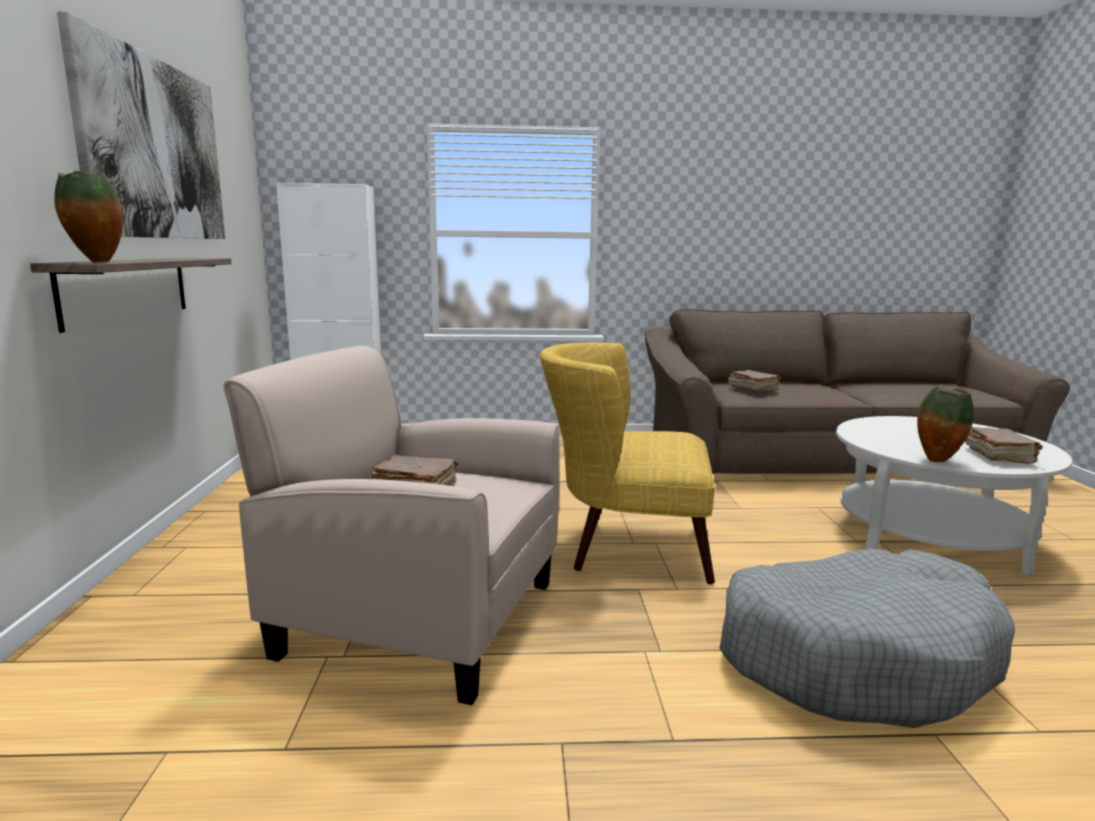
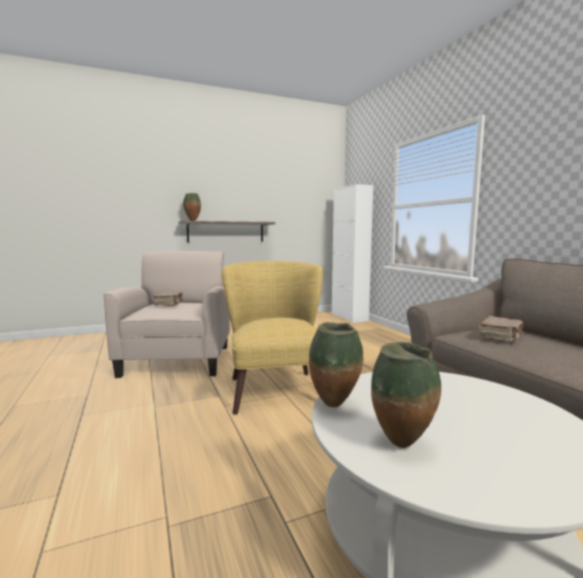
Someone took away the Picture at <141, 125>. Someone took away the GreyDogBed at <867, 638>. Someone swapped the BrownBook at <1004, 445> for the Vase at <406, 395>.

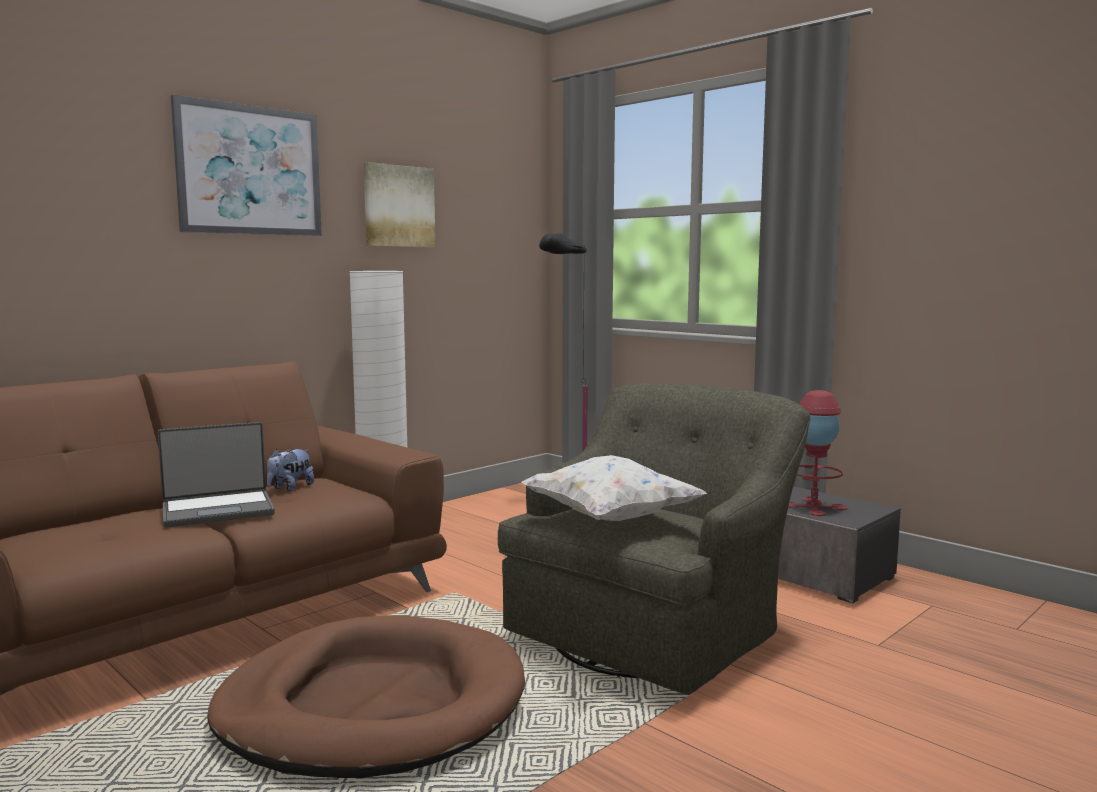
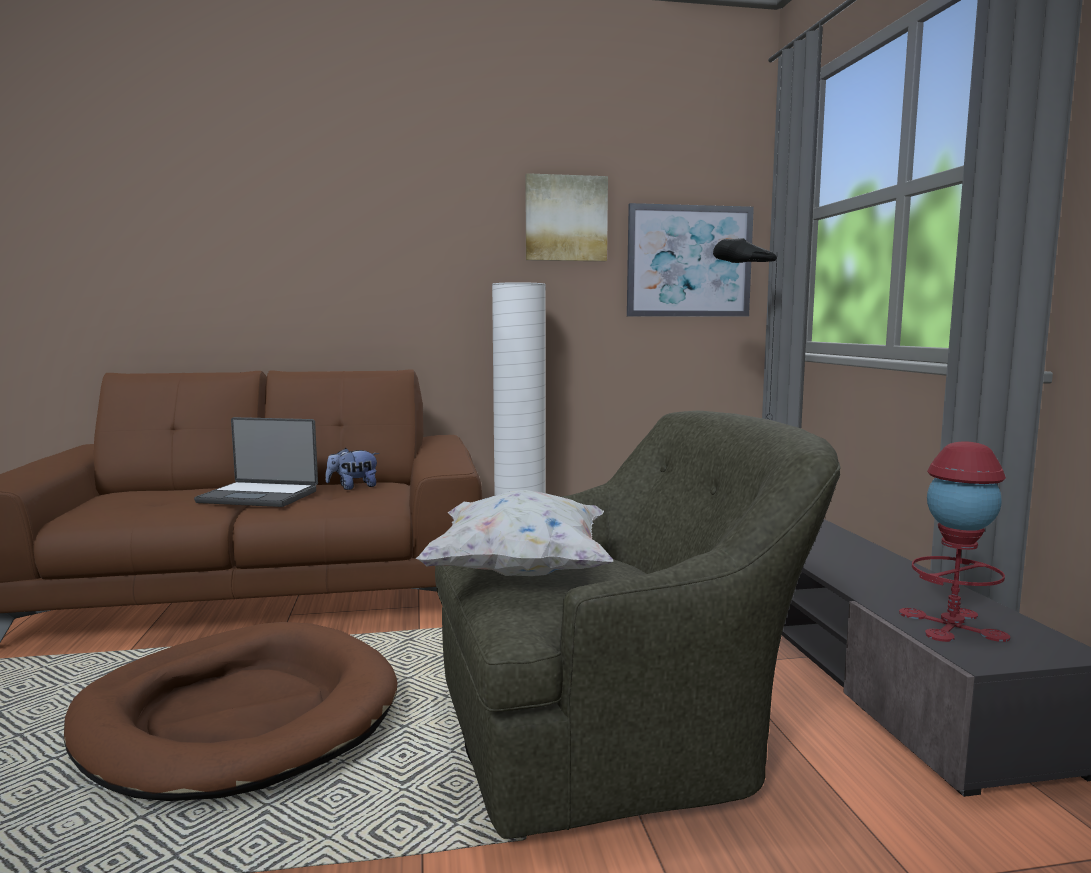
Someone carried the Picture from <246, 165> to <690, 260>.

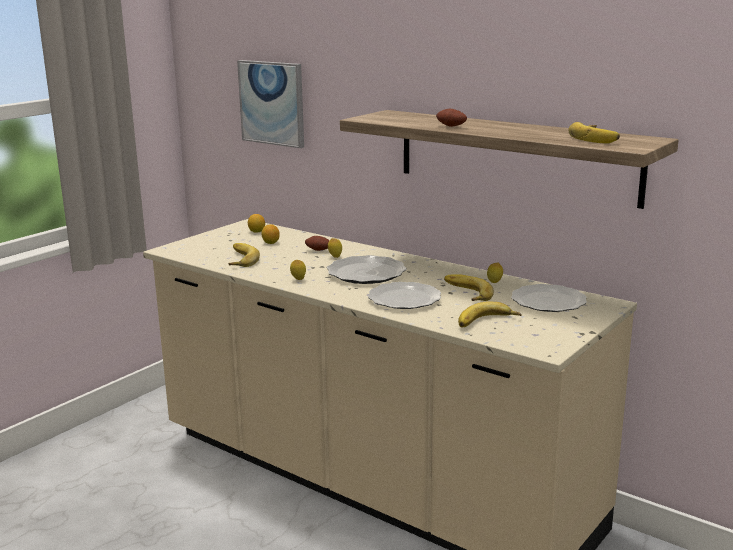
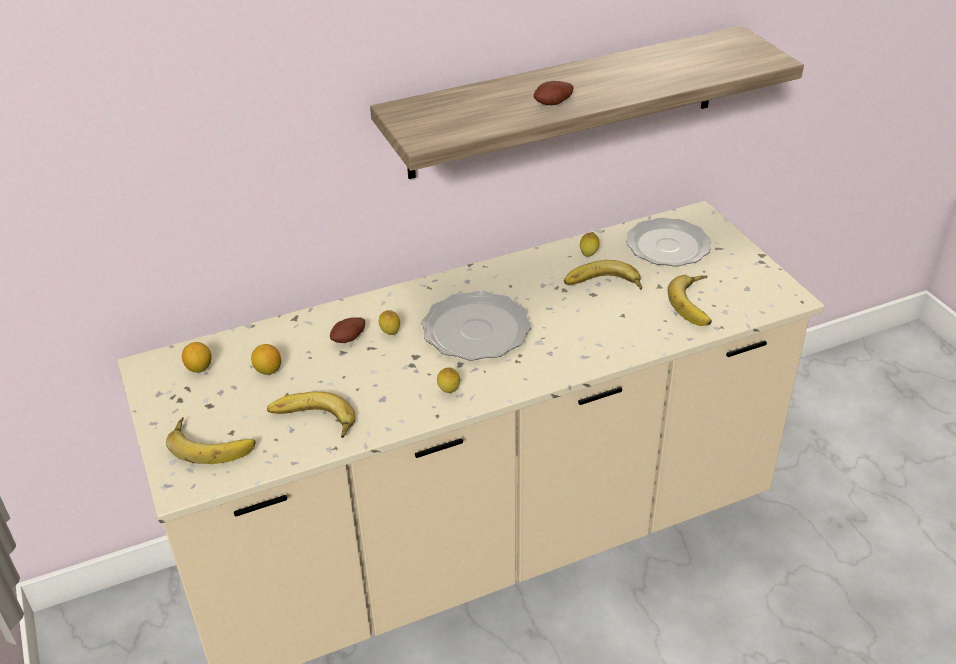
Someone took away the Picture at <270, 104>. Someone took away the Plate at <404, 295>. Someone carried the Banana from <594, 133> to <211, 440>.

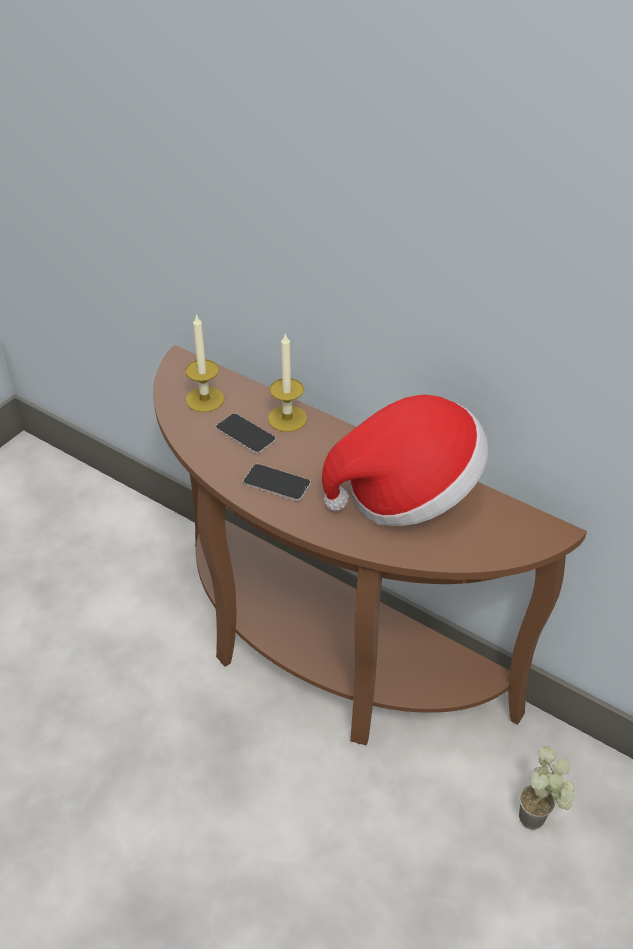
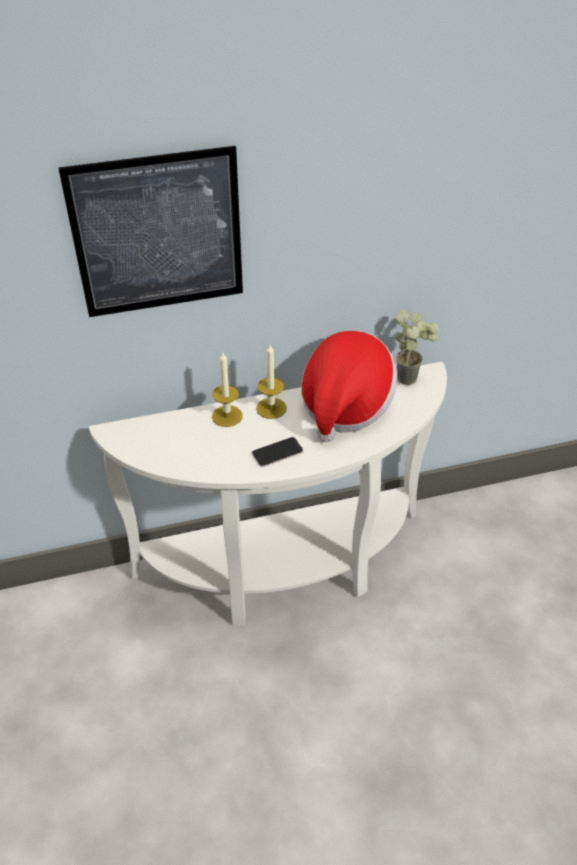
Someone took away the Phone at <246, 433>. Someone put up the Picture at <151, 231>. Someone carried the Candle from <204, 363> to <271, 382>. Someone carried the PottedPlant from <547, 788> to <417, 347>. Someone repainted the BrownConsoleTable at <370, 545>, which became the WhiteConsoleTable at <268, 493>.

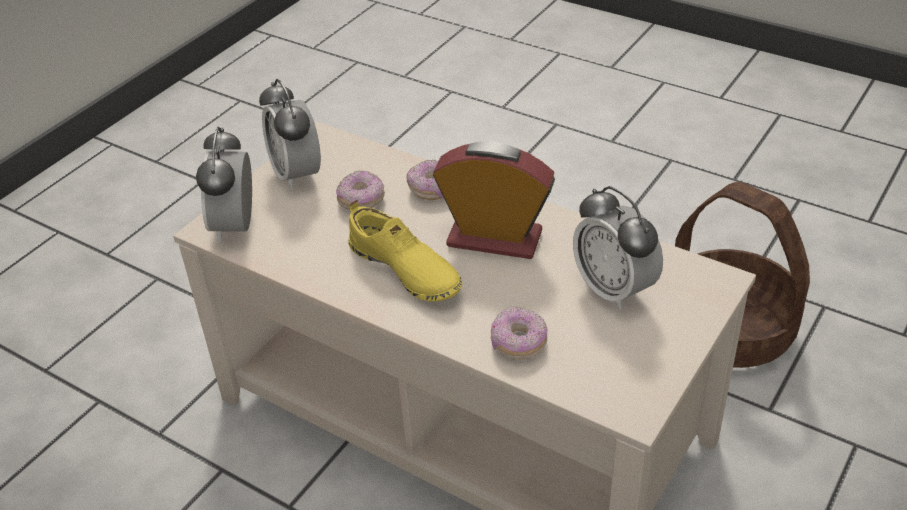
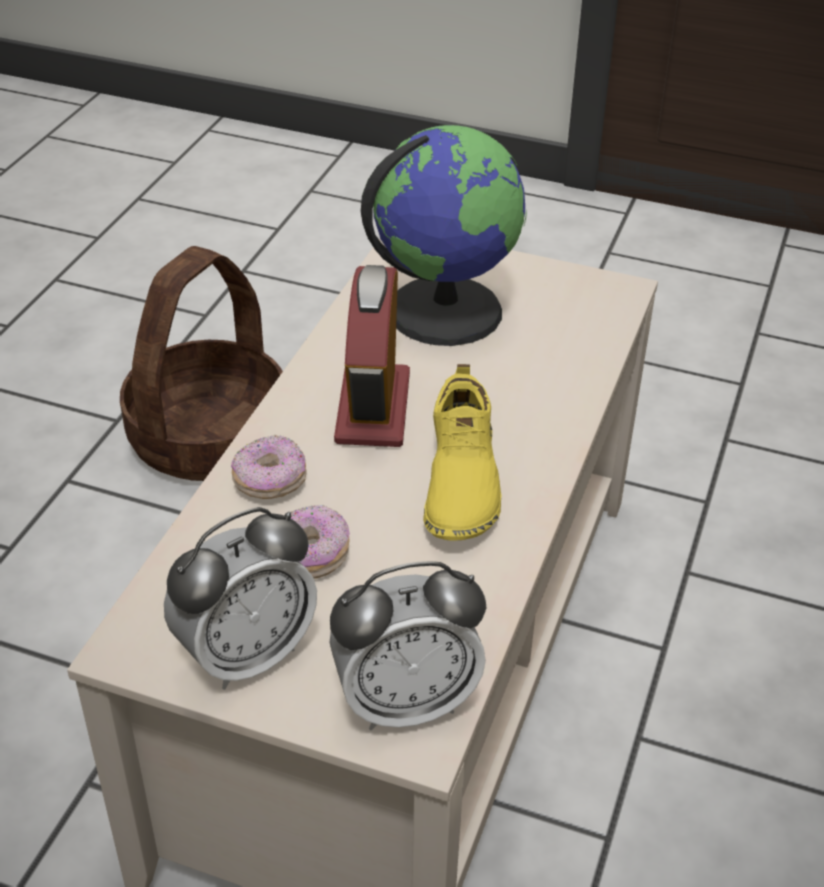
Someone took away the Donut at <519, 333>. Someone swapped the AlarmClock at <618, 248> for the Globe at <444, 235>. Someone rotated the YellowShoe at <405, 250> by 150 degrees clockwise.

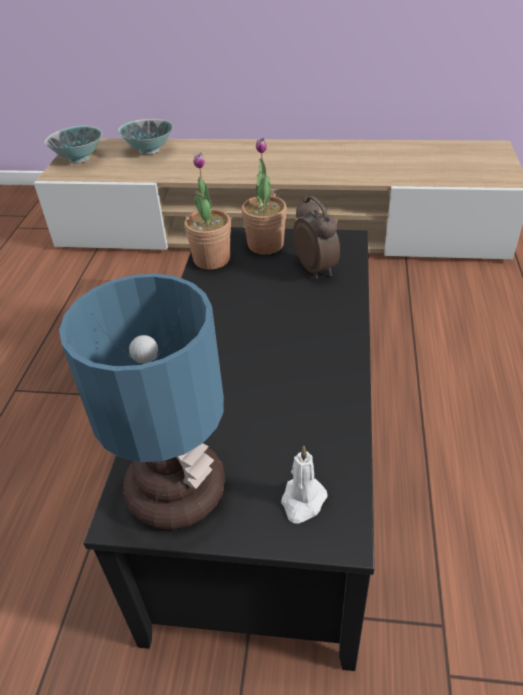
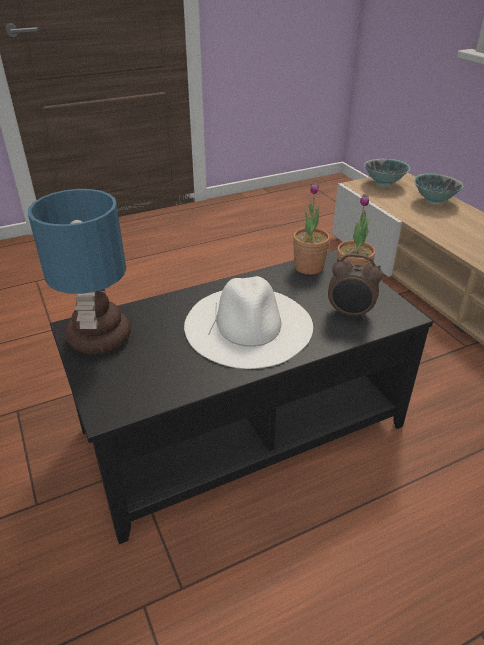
Someone took away the WhiteCandle at <304, 485>. Someone put down the WhiteHat at <248, 322>. Someone rotated the AlarmClock at <316, 237> by 75 degrees clockwise.

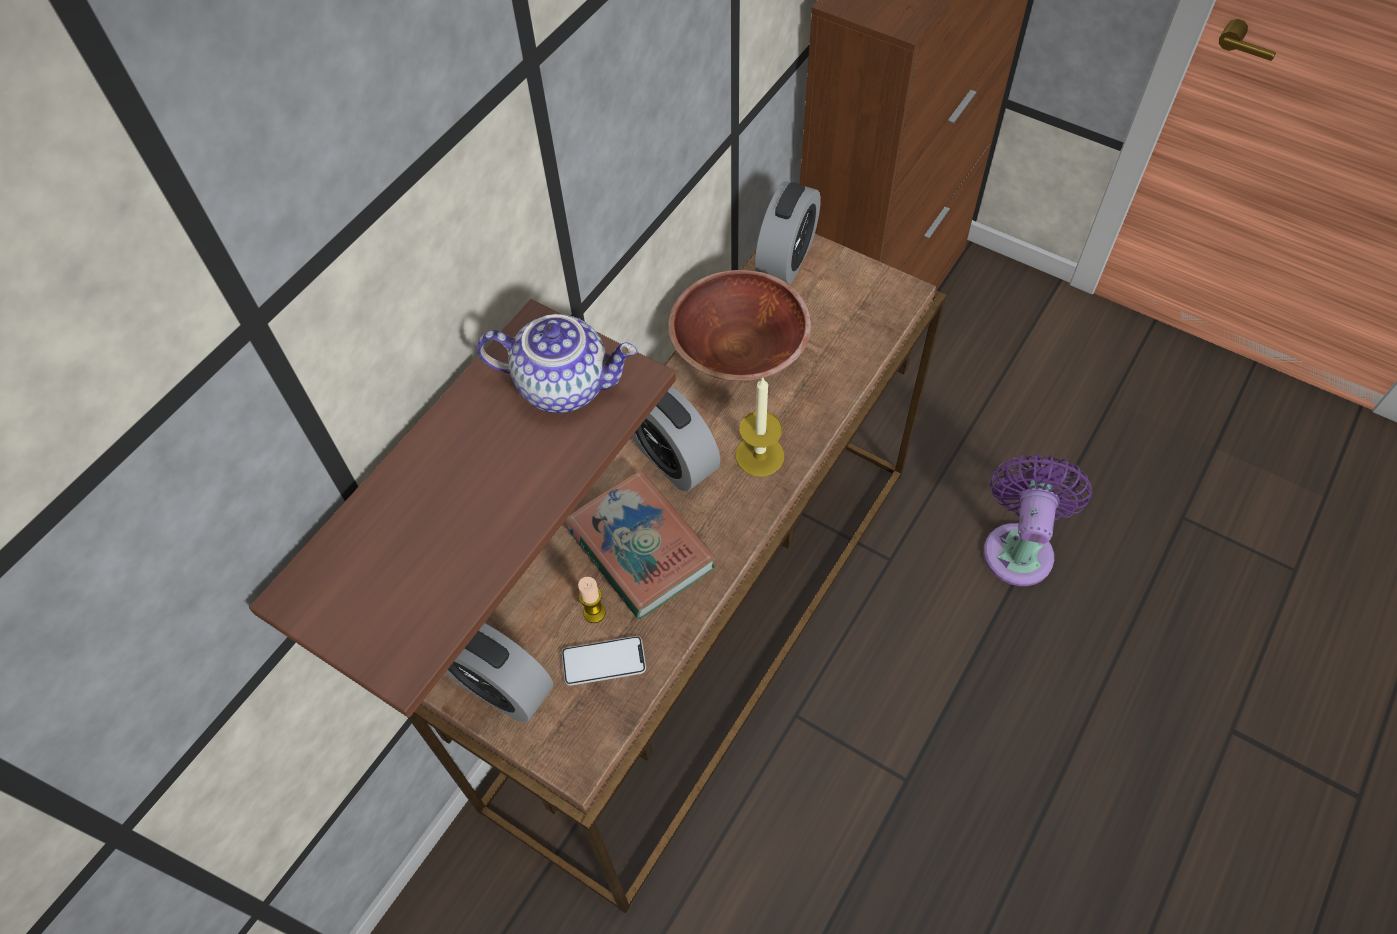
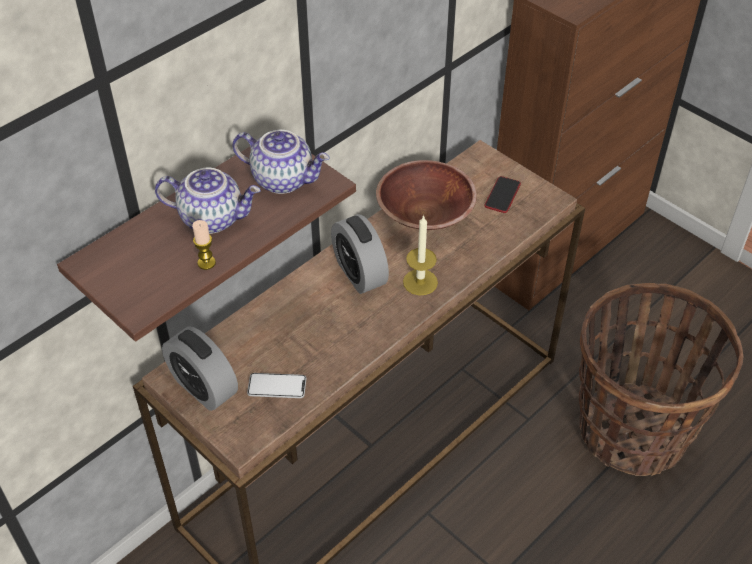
Someone took away the Book at <640, 544>. Someone took away the AlarmClock at <788, 232>. Someone put down the Teapot at <208, 200>. Someone put down the Phone at <502, 194>. Someone carried the Candle from <592, 600> to <204, 245>. Someone swapped the PurpleFan at <1038, 520> for the Basket at <661, 379>.

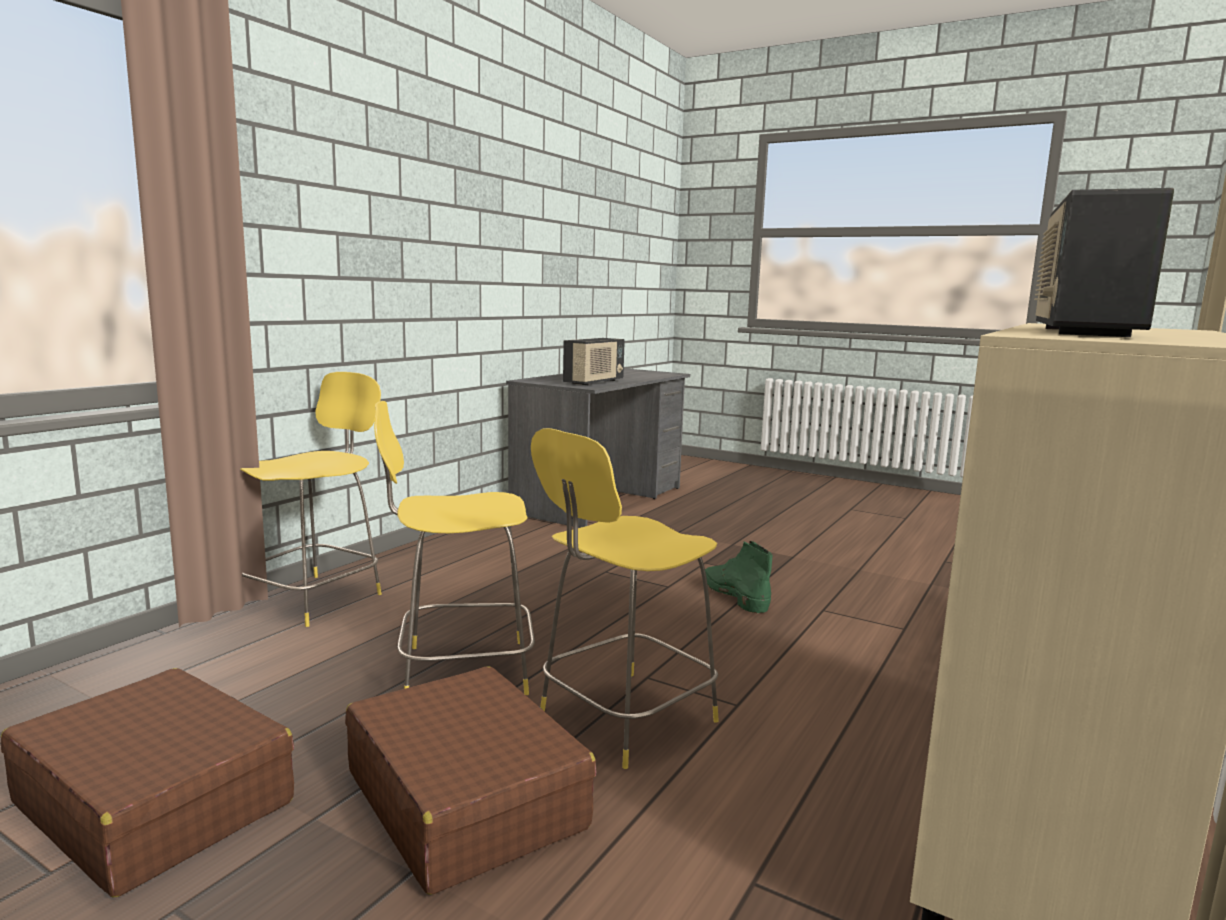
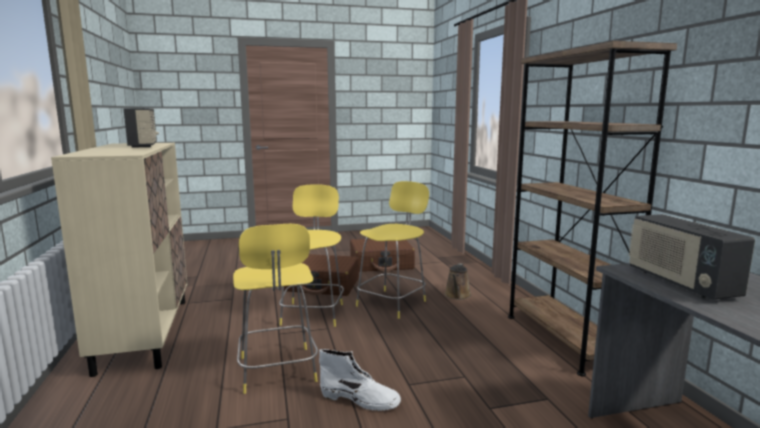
Someone put down the BrownWateringCan at <458, 281>. Someone put down the BrownBookcase at <592, 208>. Someone carried the YellowStool from <311, 499> to <275, 309>. Someone repainted the GreenBoot at <739, 577>, which became the WhiteBoot at <360, 380>.

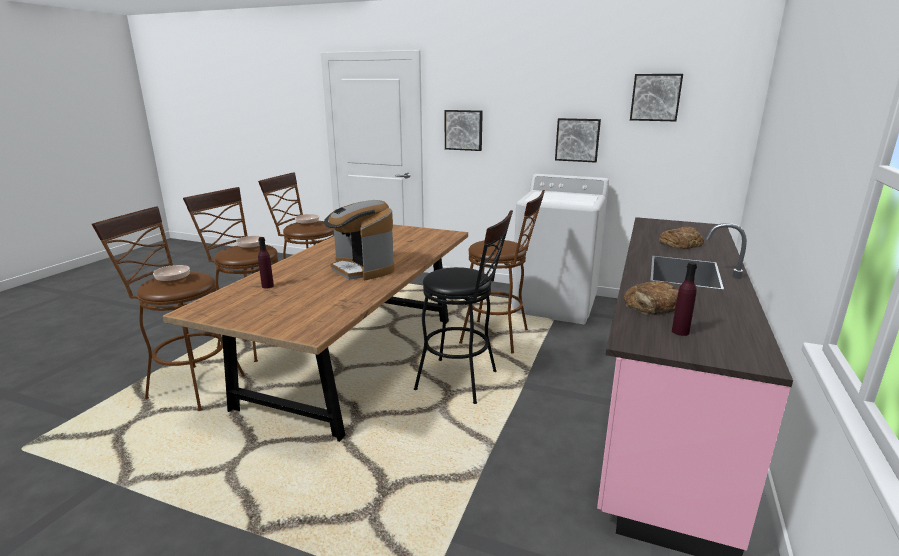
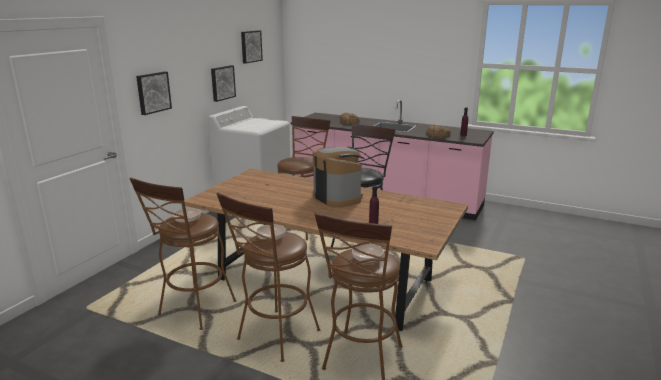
Someone rotated the CoffeeMachine at <359, 240> by 90 degrees counterclockwise.

